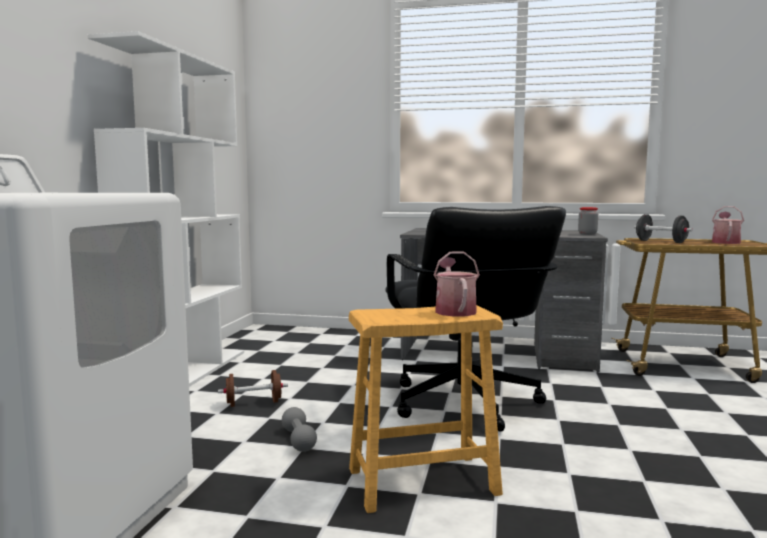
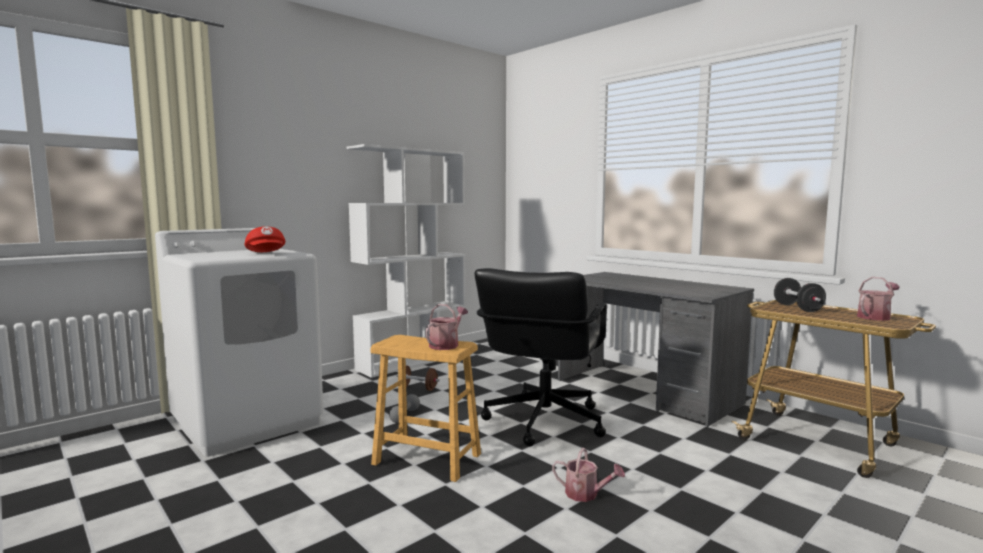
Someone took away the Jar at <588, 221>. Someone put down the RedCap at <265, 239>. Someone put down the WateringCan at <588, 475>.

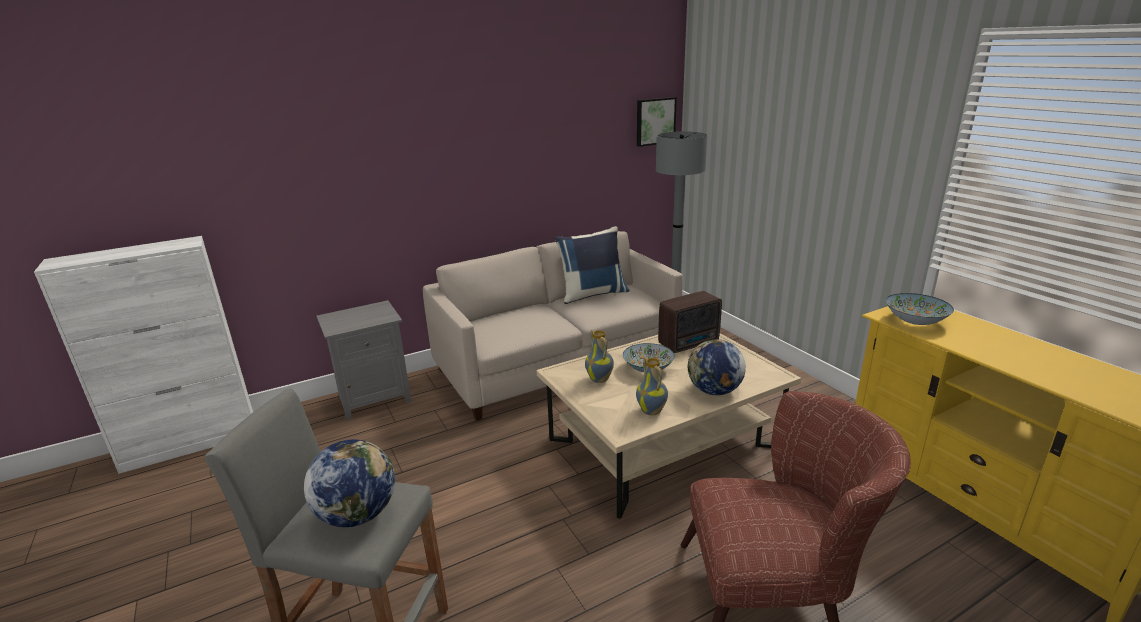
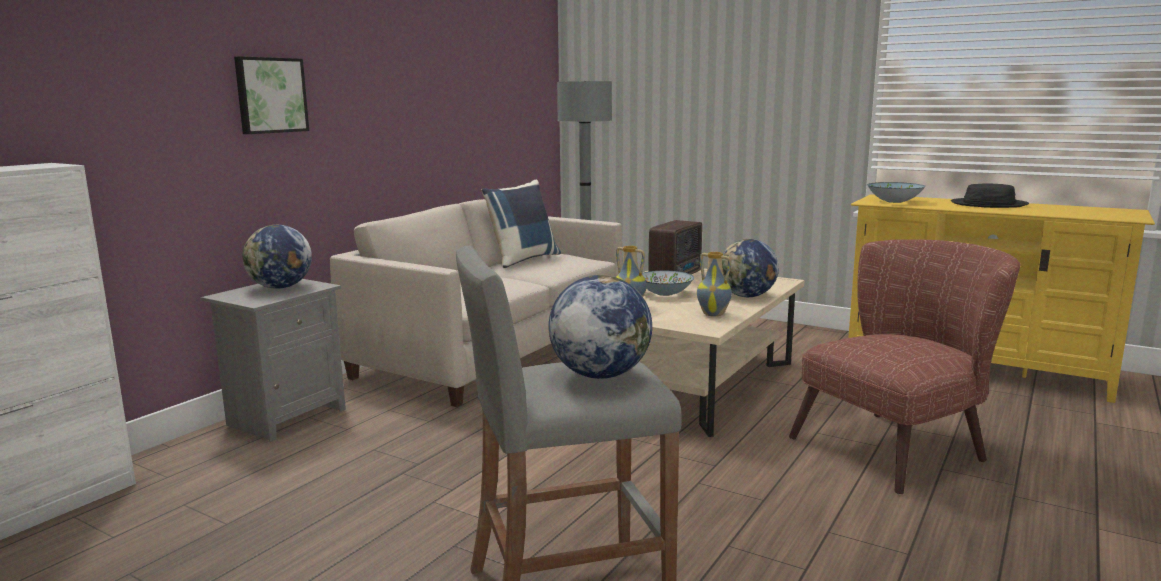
Someone put down the Globe at <277, 257>. Someone put down the BlackHat at <990, 195>. Someone carried the Picture from <657, 122> to <271, 95>.

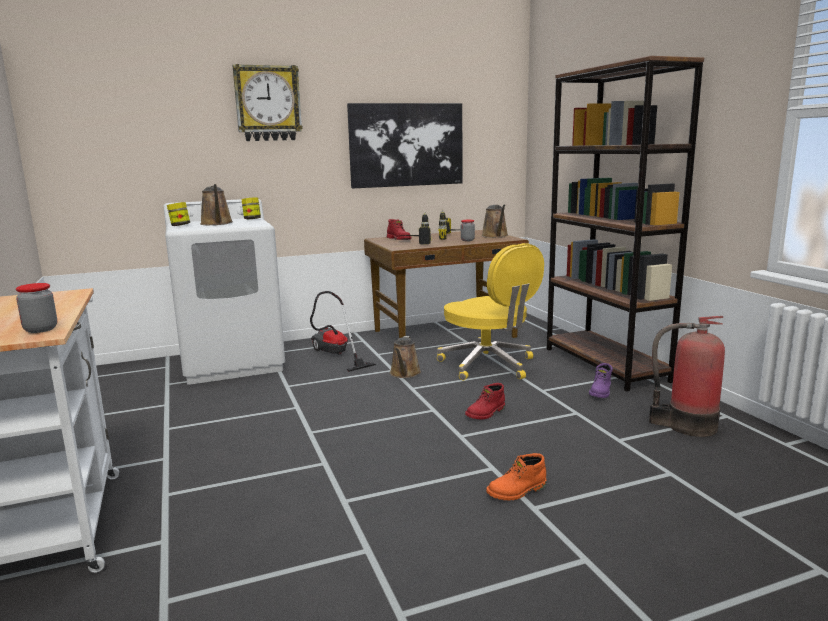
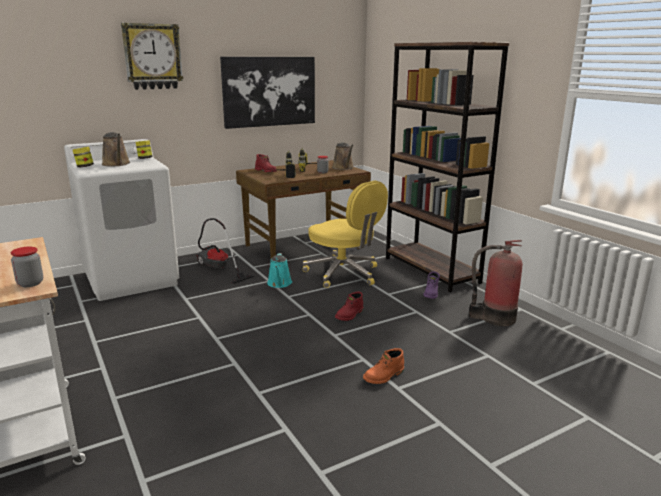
Someone repainted the BrownWateringCan at <405, 357>, which became the TurquoiseWateringCan at <279, 270>.

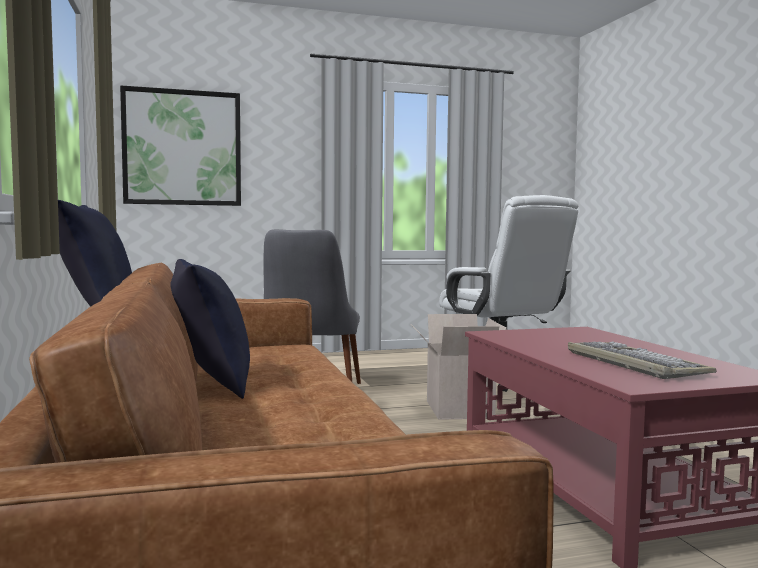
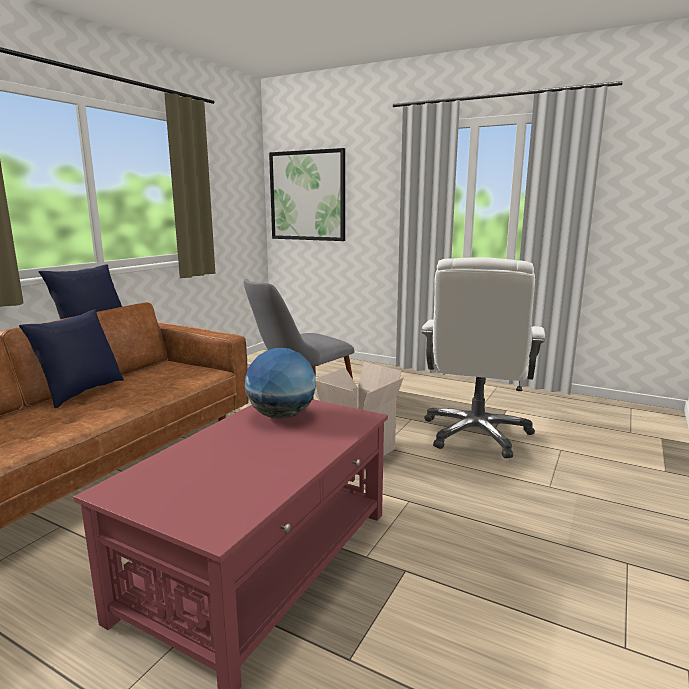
Someone took away the Keyboard at <642, 360>. Someone put down the Globe at <280, 383>.

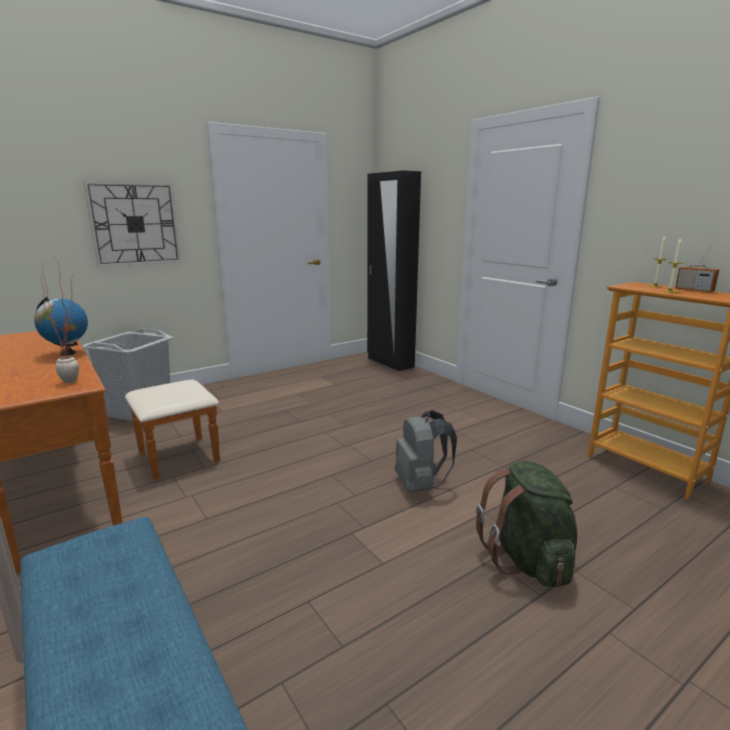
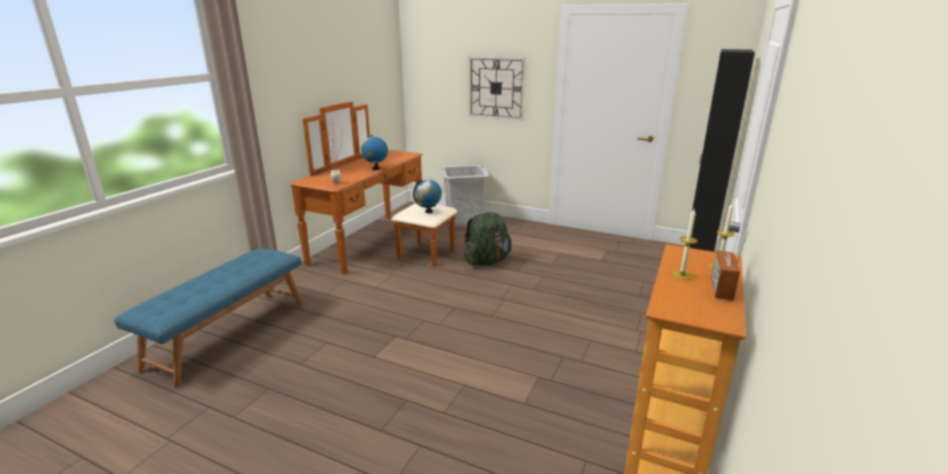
Someone took away the GreyBackpack at <426, 451>. Someone put down the Globe at <427, 196>. Someone carried the GreenBackpack from <526, 524> to <487, 239>.

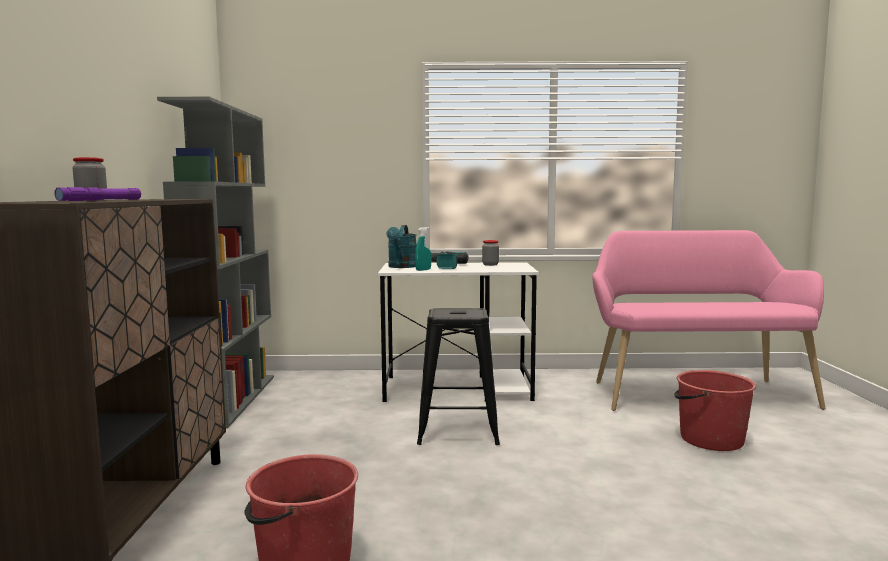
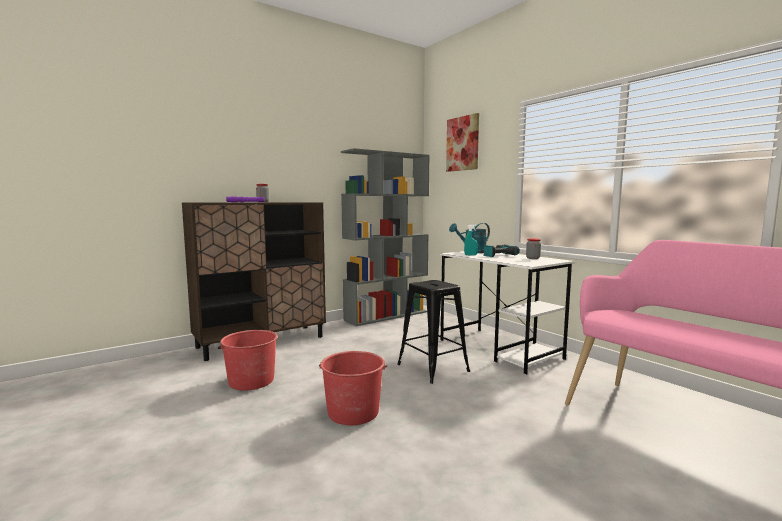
Someone put up the Picture at <462, 142>. Someone carried the RedBucket from <715, 410> to <353, 388>.

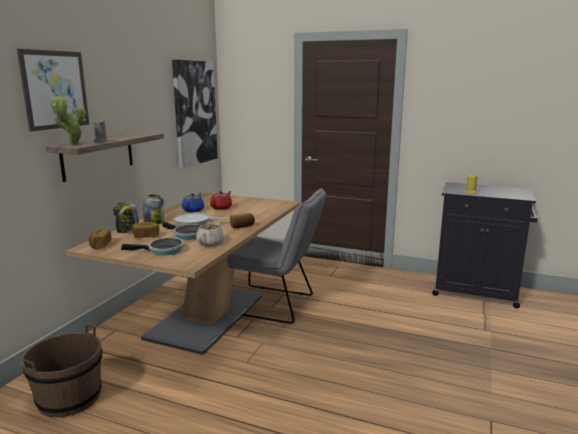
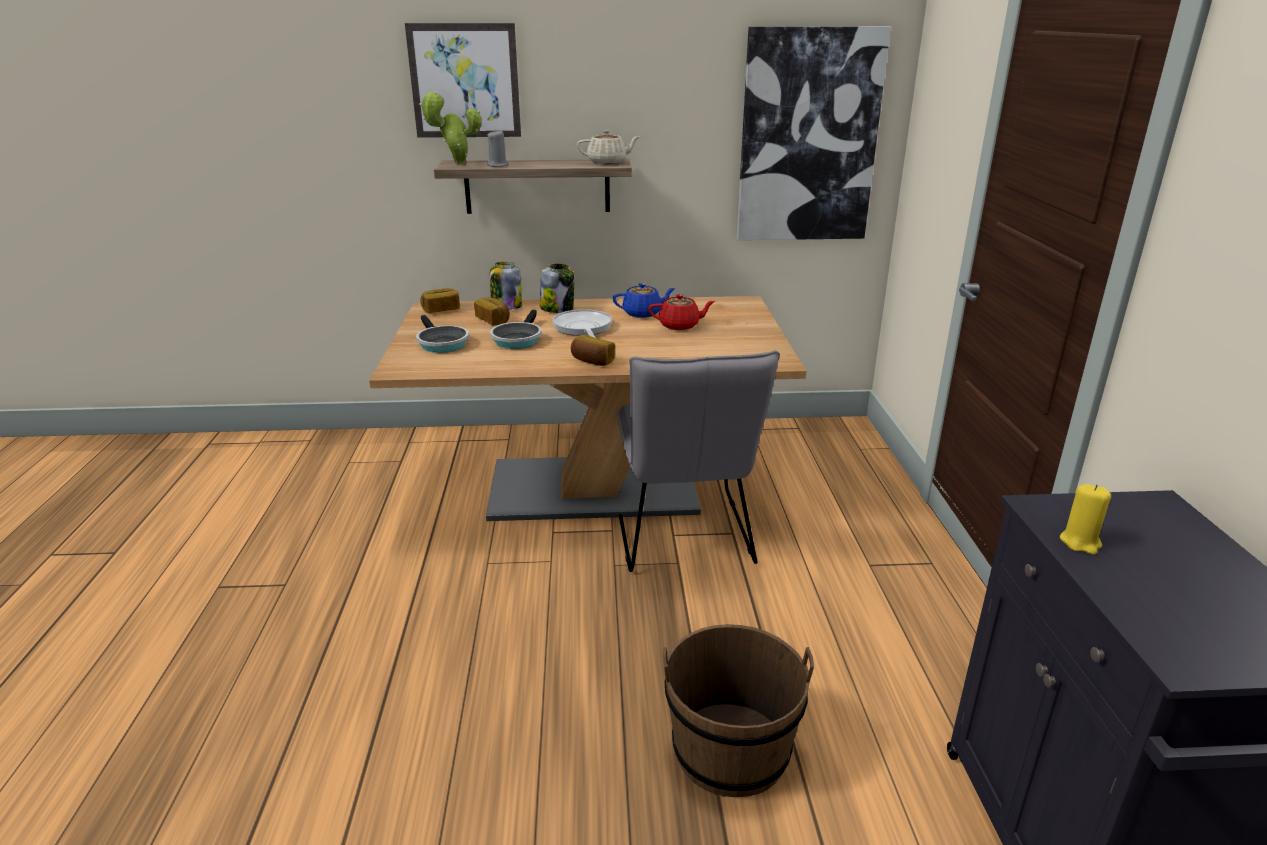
Someone carried the BrownBucket from <61, 370> to <738, 710>. Someone carried the BeigeTeapot from <210, 233> to <609, 147>.

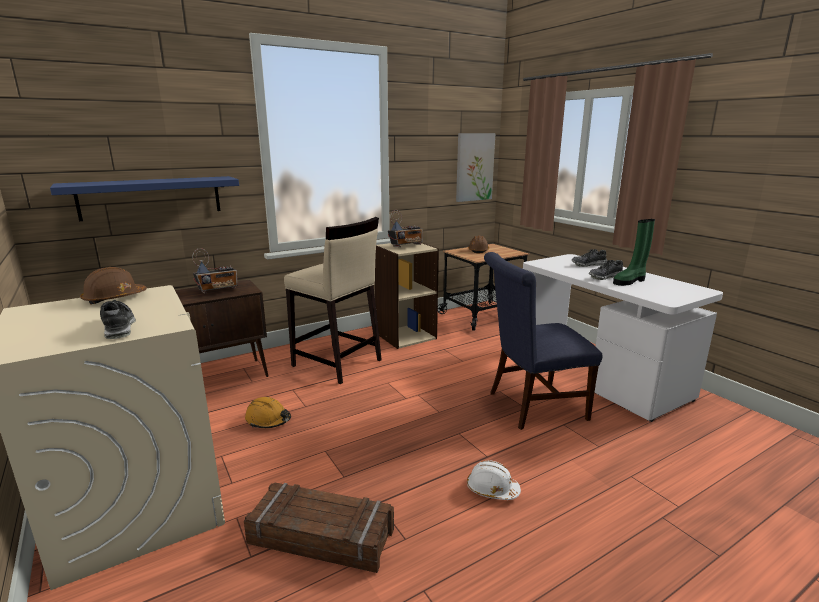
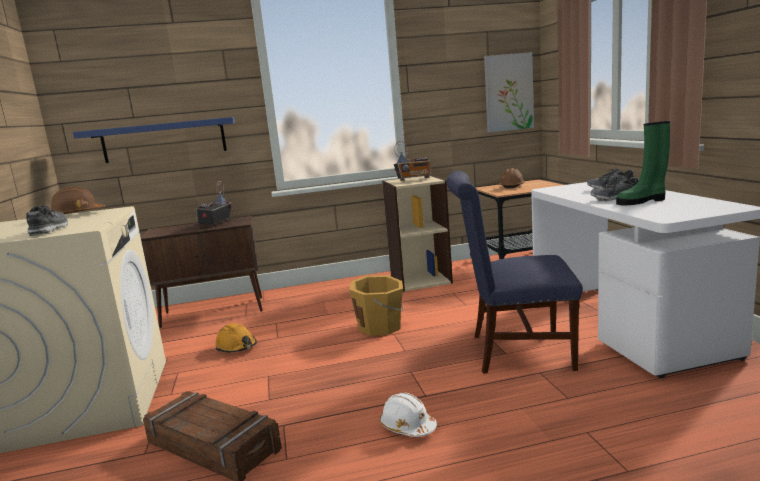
Someone took away the BeigeStool at <333, 300>. Someone put down the OrangeBucket at <376, 305>. Someone rotated the Radio at <215, 271> by 120 degrees clockwise.

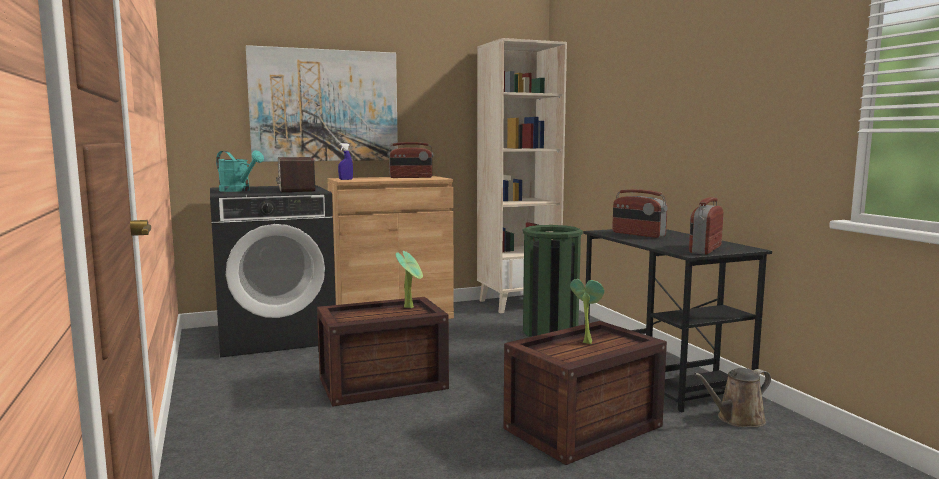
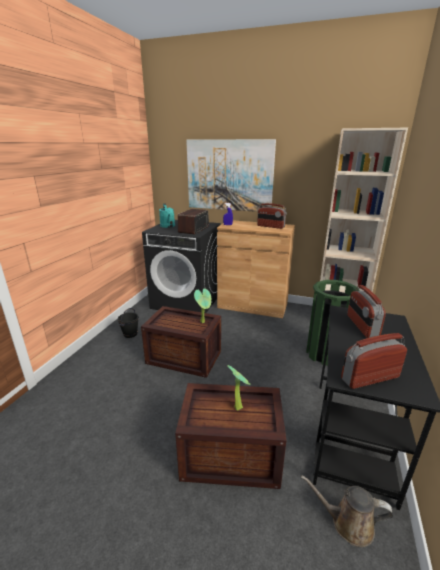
Someone put down the BlackBucket at <128, 323>.

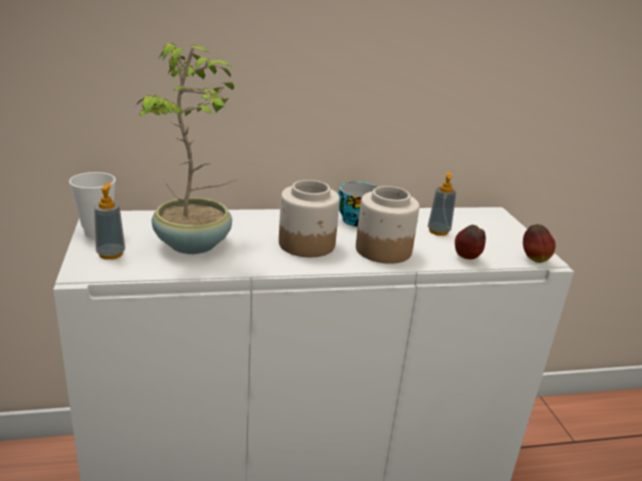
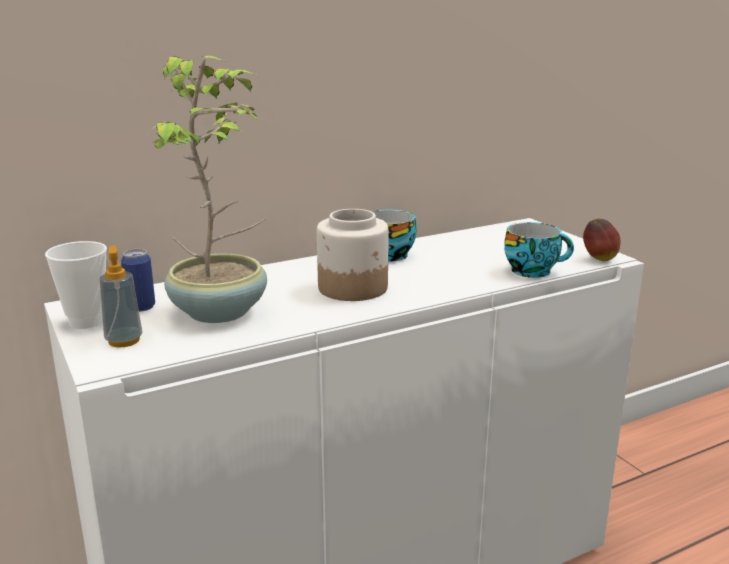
Someone took away the Jar at <388, 225>. Someone took away the SoapDispenser at <442, 204>. Someone put down the Can at <138, 280>. Someone swapped the Apple at <470, 242> for the Cup at <539, 250>.

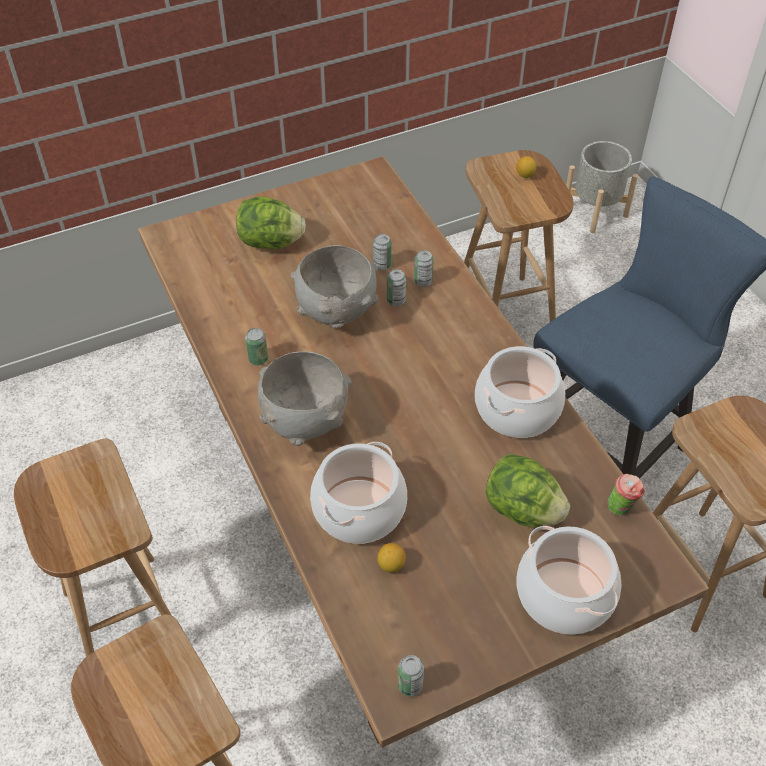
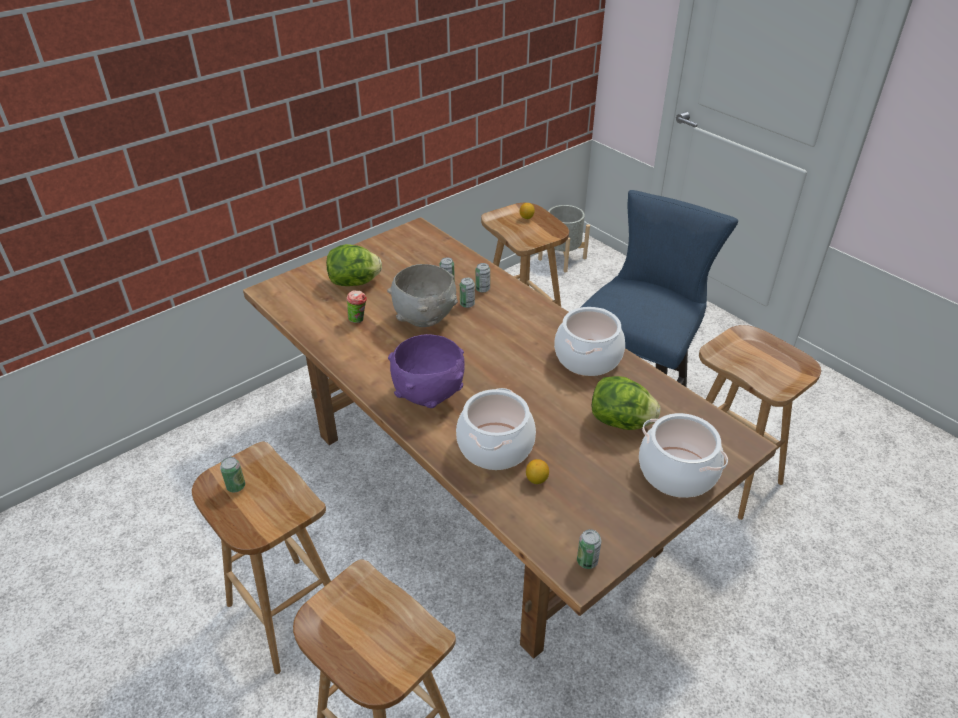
Someone carried the Can from <256, 347> to <232, 474>. Someone carried the Cup from <626, 495> to <357, 306>. Someone repainted the GreyBowl at <305, 398>, which became the PurpleBowl at <426, 371>.

